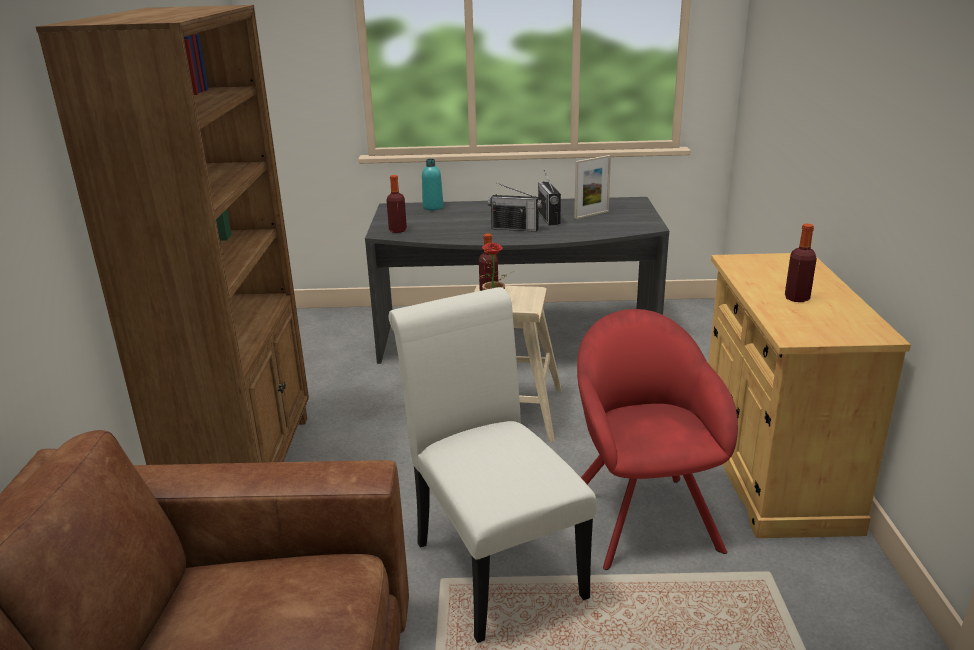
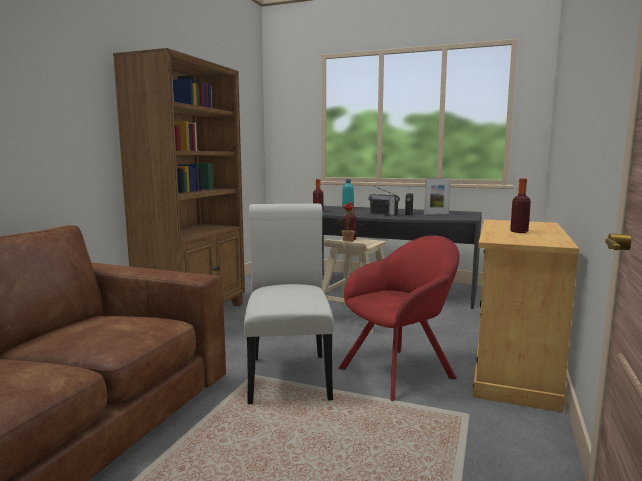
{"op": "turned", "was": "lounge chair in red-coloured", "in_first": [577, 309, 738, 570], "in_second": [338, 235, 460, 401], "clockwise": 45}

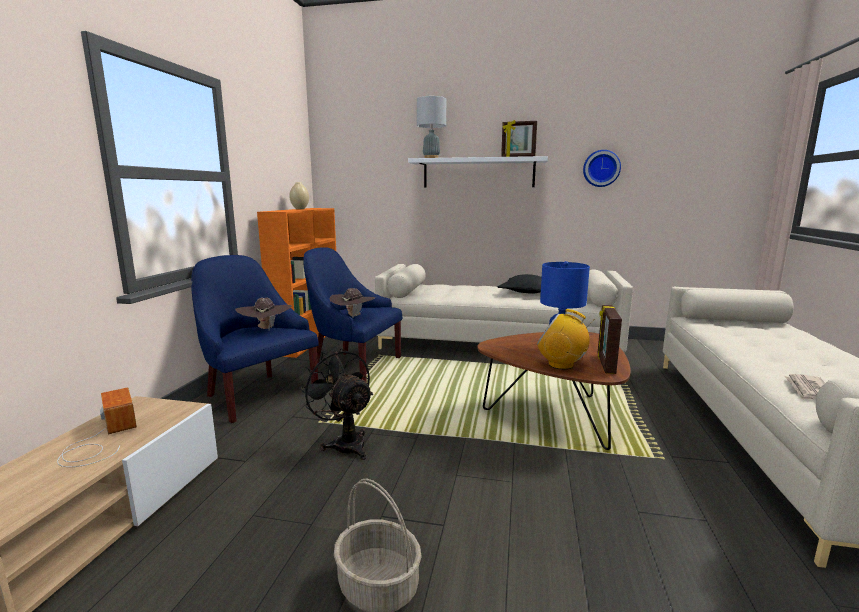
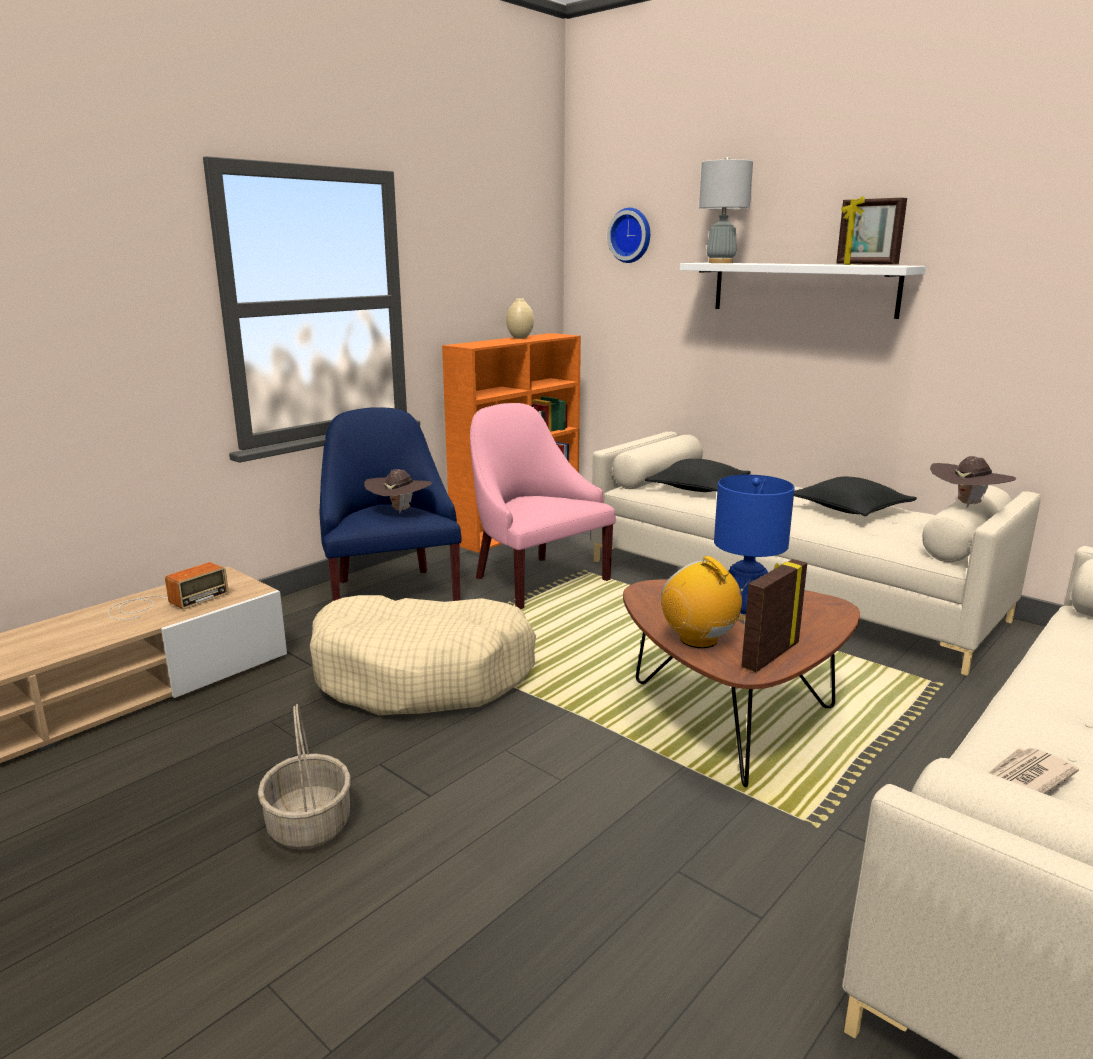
{"op": "turned", "was": "radio receiver", "in_first": [57, 387, 137, 467], "in_second": [108, 562, 229, 620], "clockwise": 45}
{"op": "replaced", "was": "electric fan in black-coloured", "now": "pet bed in beige", "in_first": [299, 348, 373, 460], "in_second": [310, 595, 536, 715]}
{"op": "recoloured", "was": "lounge chair in bluish", "now": "lounge chair in pinkish", "in_first": [303, 247, 402, 382], "in_second": [470, 403, 616, 609]}
{"op": "moved", "was": "hanging clock", "in_first": [583, 150, 621, 187], "in_second": [607, 208, 650, 263]}
{"op": "added", "now": "pillow in black-coloured", "in_second": [645, 459, 751, 492]}
{"op": "moved", "was": "clothing hat in brown-coloured", "in_first": [329, 288, 375, 318], "in_second": [930, 456, 1016, 508]}

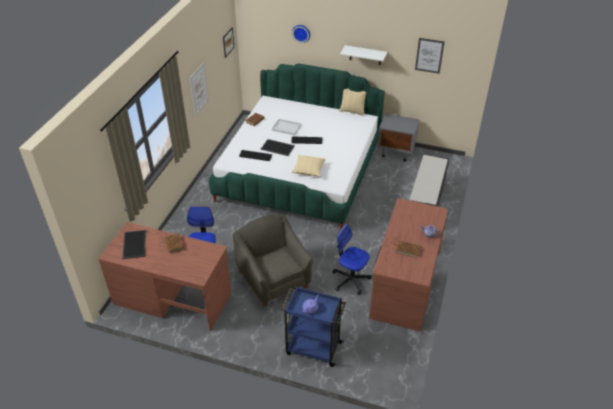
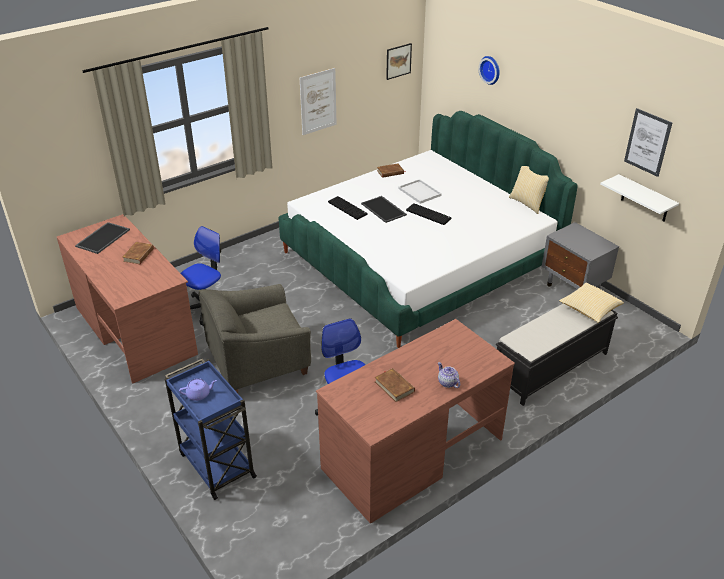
{"op": "turned", "was": "lounge chair in gray", "in_first": [233, 214, 313, 306], "in_second": [199, 284, 311, 393], "clockwise": -120}
{"op": "moved", "was": "pillow", "in_first": [292, 155, 326, 177], "in_second": [559, 283, 624, 323]}
{"op": "moved", "was": "wall shelf in white", "in_first": [340, 45, 387, 65], "in_second": [600, 174, 679, 221]}

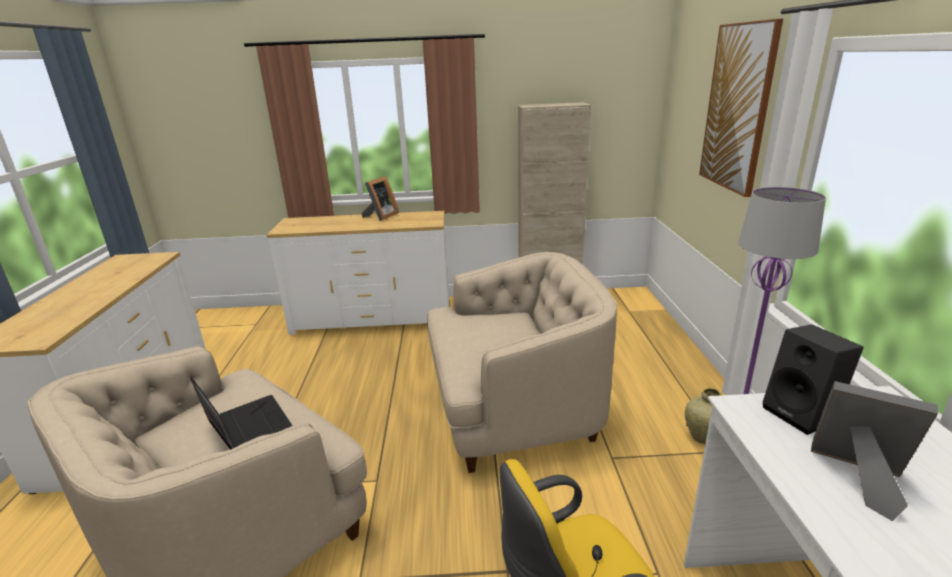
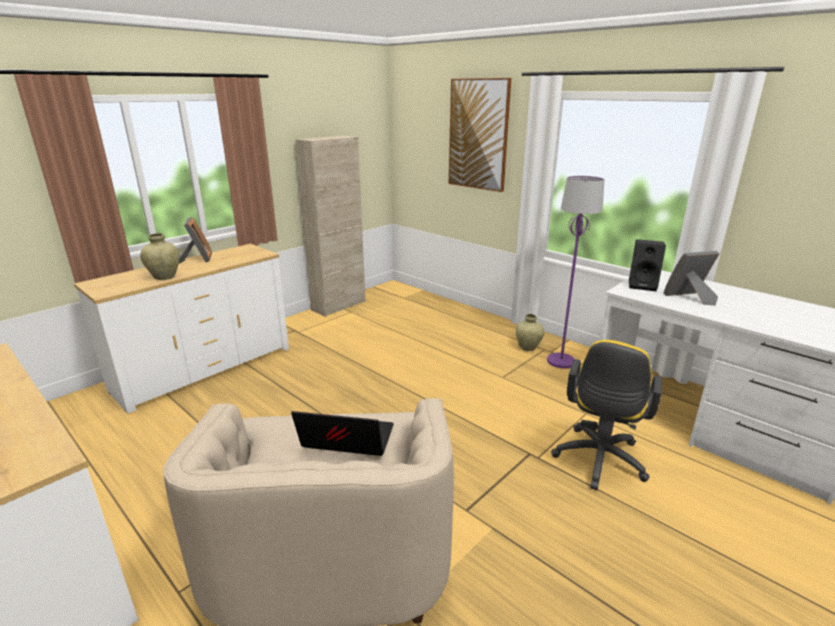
{"op": "added", "now": "vase in beige", "in_second": [140, 233, 180, 280]}
{"op": "removed", "was": "lounge chair in beige", "in_first": [427, 252, 617, 473]}

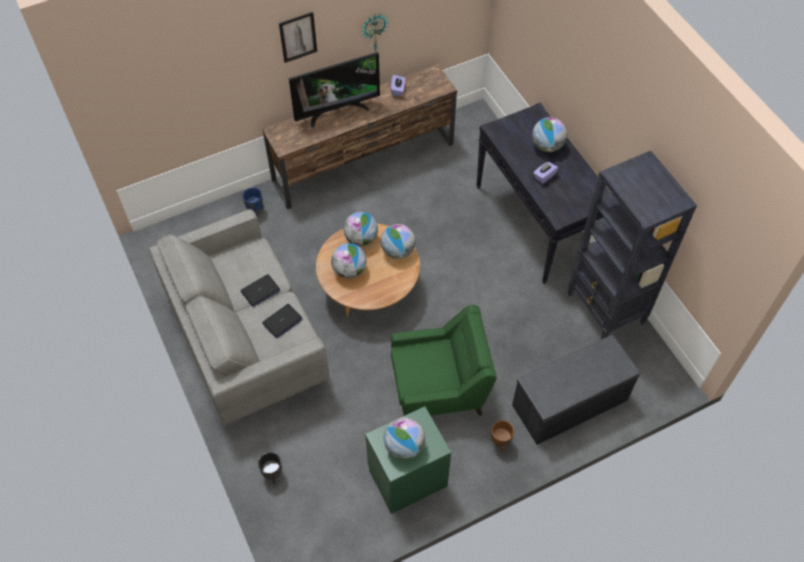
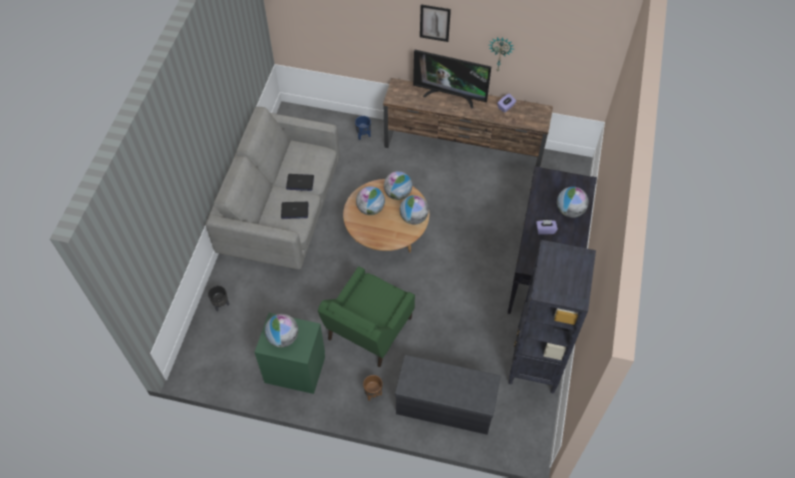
{"op": "turned", "was": "lounge chair in greenish", "in_first": [391, 305, 497, 416], "in_second": [318, 266, 415, 367], "clockwise": 90}

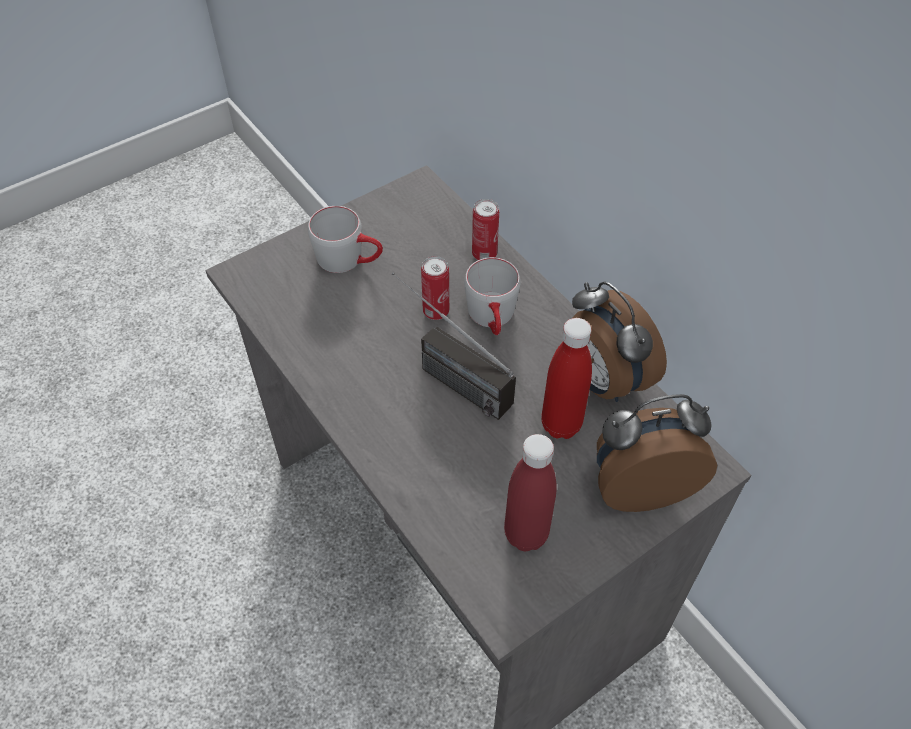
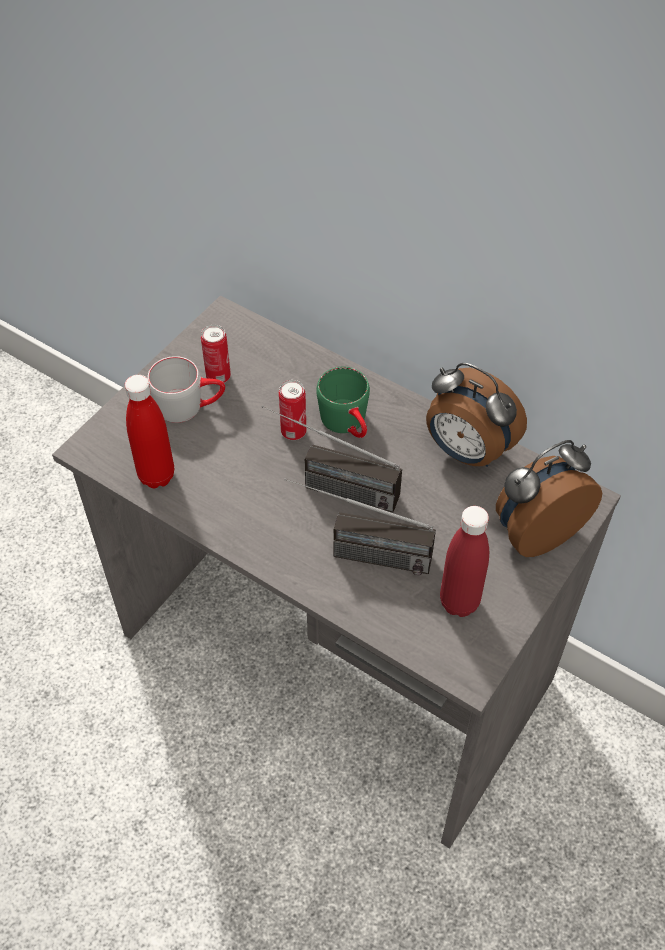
{"op": "moved", "was": "bottle in red-coloured", "in_first": [541, 318, 592, 439], "in_second": [125, 375, 174, 488]}
{"op": "moved", "was": "metal can", "in_first": [472, 199, 499, 260], "in_second": [201, 325, 231, 383]}
{"op": "added", "now": "radio receiver", "in_second": [284, 478, 436, 575]}
{"op": "recoloured", "was": "coffee mug in gray", "now": "coffee mug in greenish", "in_first": [464, 257, 521, 335], "in_second": [316, 367, 370, 438]}

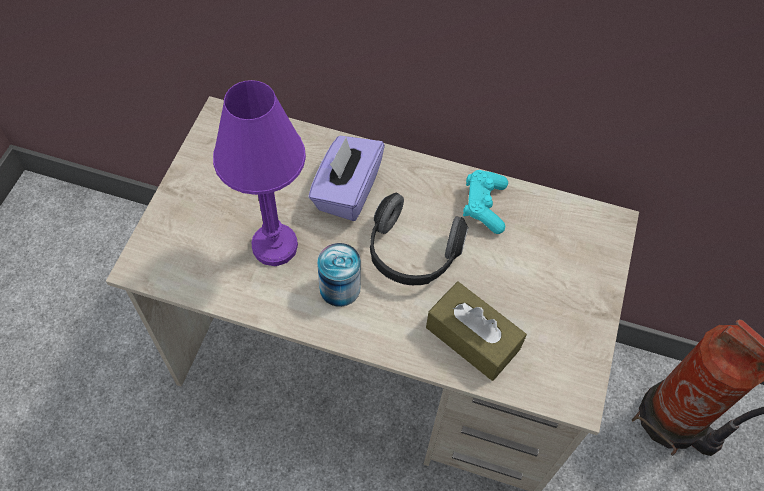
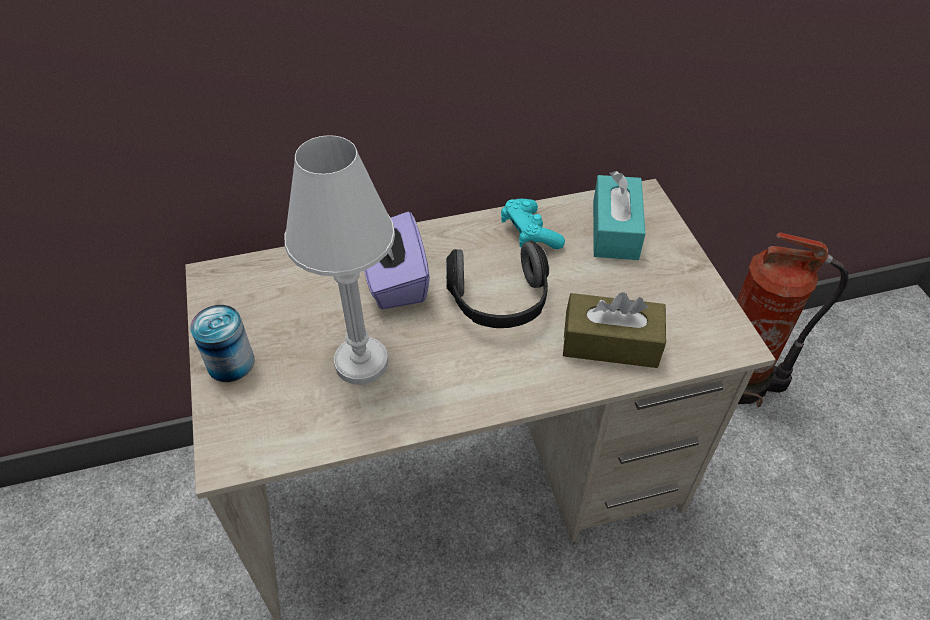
{"op": "moved", "was": "metal can", "in_first": [317, 243, 361, 307], "in_second": [190, 305, 255, 382]}
{"op": "recoloured", "was": "table lamp in purple", "now": "table lamp in white", "in_first": [213, 80, 306, 266], "in_second": [284, 135, 395, 385]}
{"op": "added", "now": "tissue holder in turquoise", "in_second": [593, 171, 645, 260]}

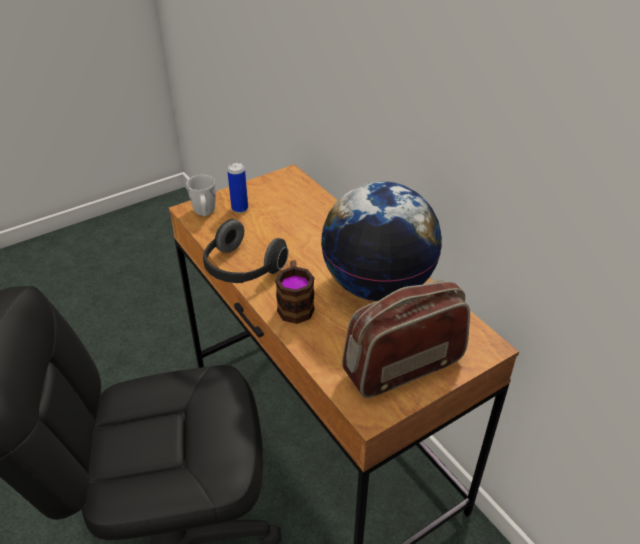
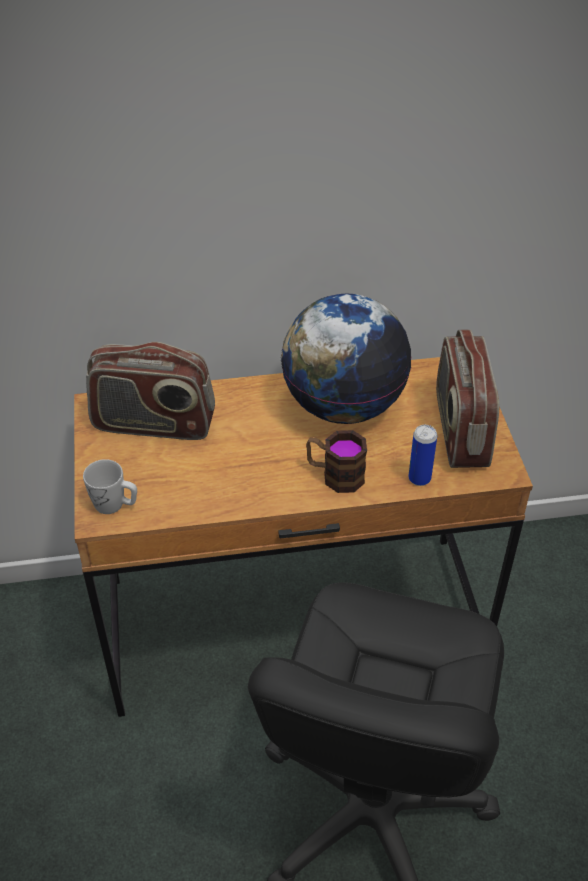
{"op": "added", "now": "radio receiver", "in_second": [86, 342, 215, 440]}
{"op": "moved", "was": "metal can", "in_first": [227, 163, 248, 213], "in_second": [408, 425, 437, 486]}
{"op": "removed", "was": "headphones", "in_first": [203, 219, 288, 283]}

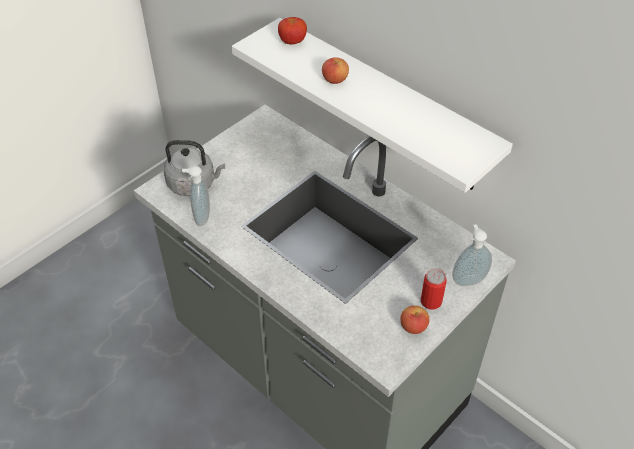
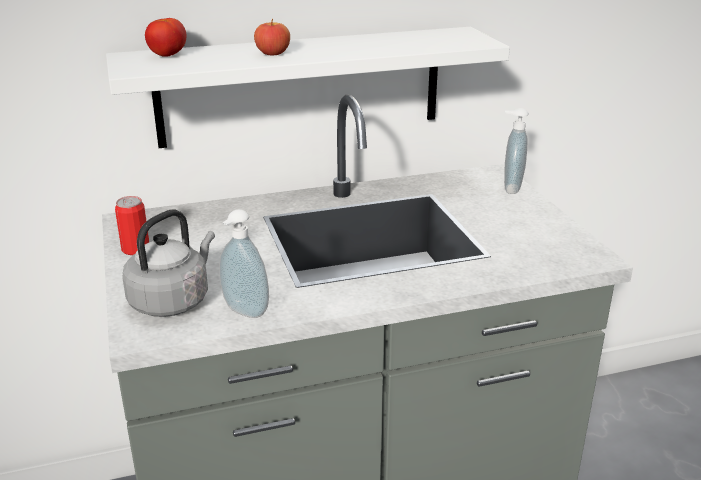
{"op": "moved", "was": "metal can", "in_first": [421, 269, 447, 309], "in_second": [115, 196, 149, 255]}
{"op": "removed", "was": "apple", "in_first": [400, 306, 430, 334]}

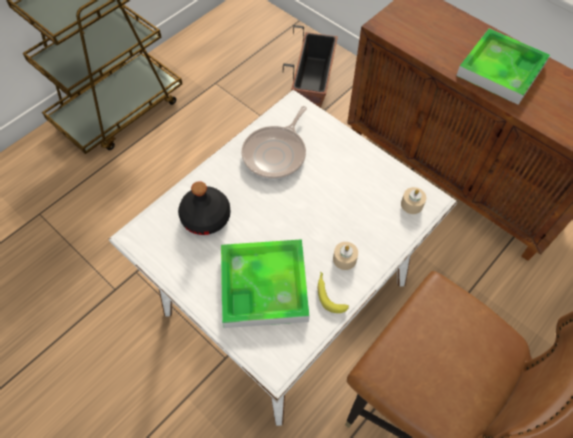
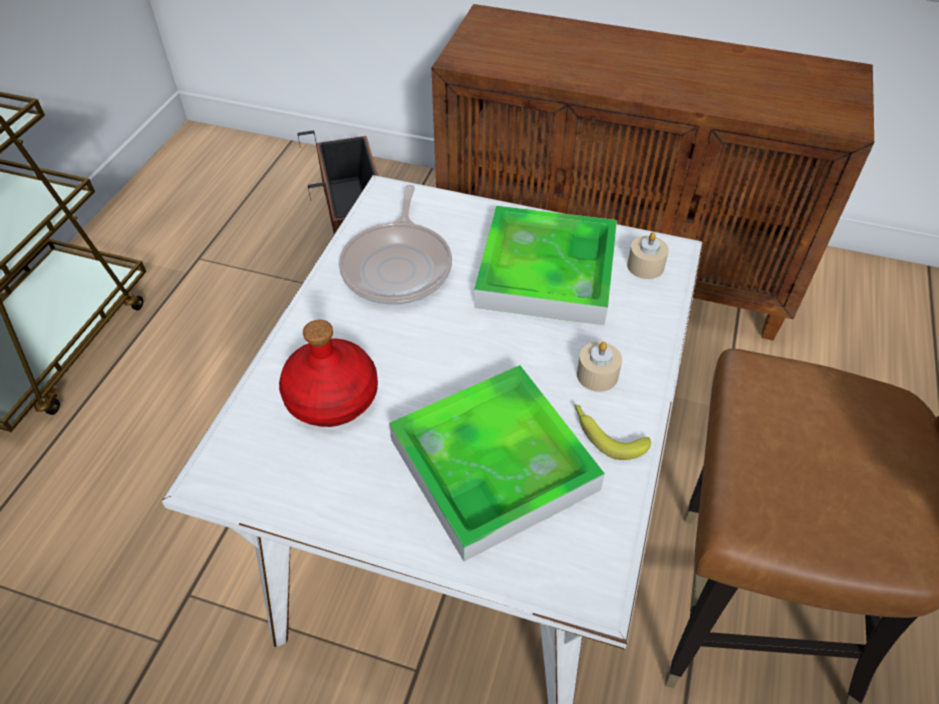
{"op": "recoloured", "was": "bottle in black-coloured", "now": "bottle in red-coloured", "in_first": [178, 181, 231, 235], "in_second": [279, 320, 378, 427]}
{"op": "moved", "was": "serving tray", "in_first": [456, 28, 550, 105], "in_second": [474, 206, 617, 325]}

